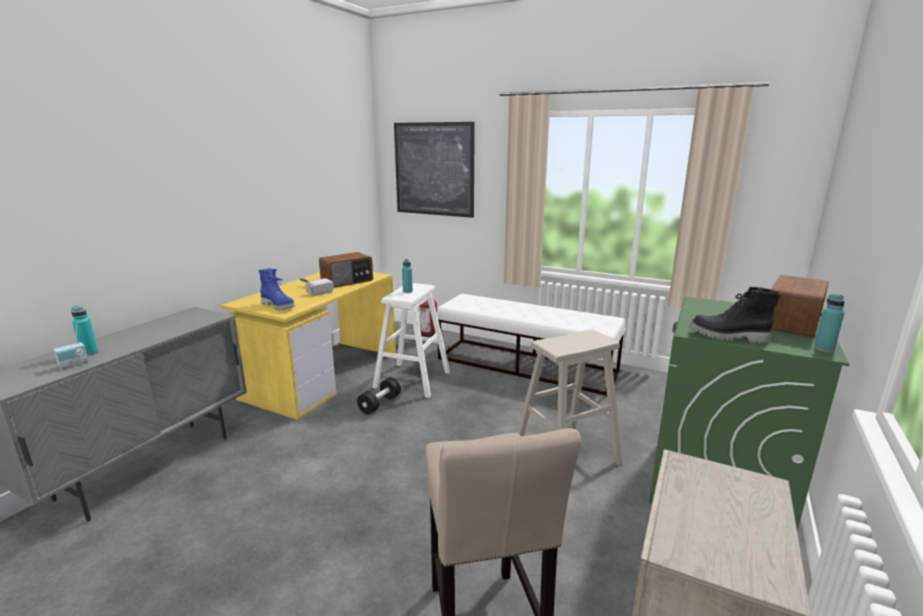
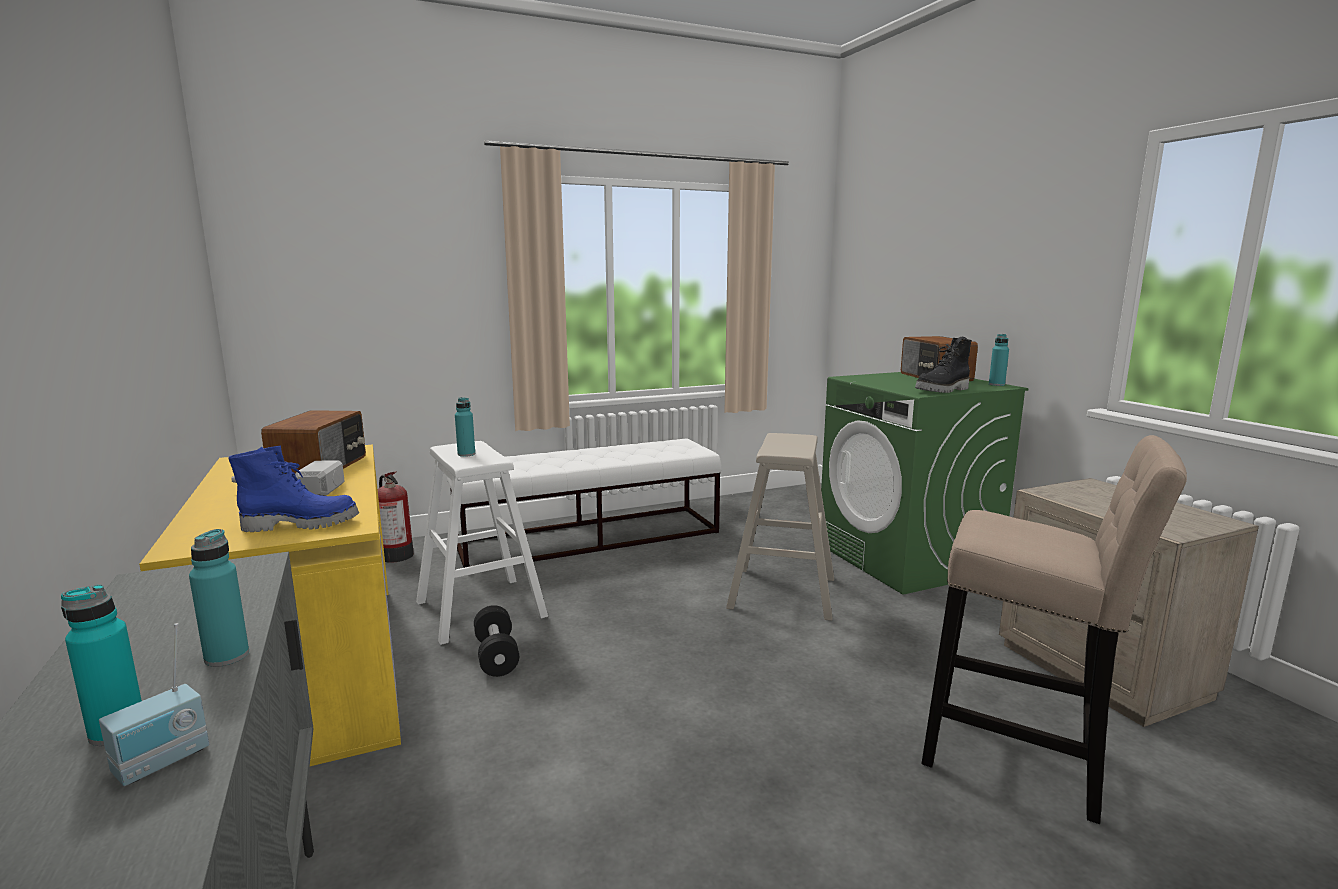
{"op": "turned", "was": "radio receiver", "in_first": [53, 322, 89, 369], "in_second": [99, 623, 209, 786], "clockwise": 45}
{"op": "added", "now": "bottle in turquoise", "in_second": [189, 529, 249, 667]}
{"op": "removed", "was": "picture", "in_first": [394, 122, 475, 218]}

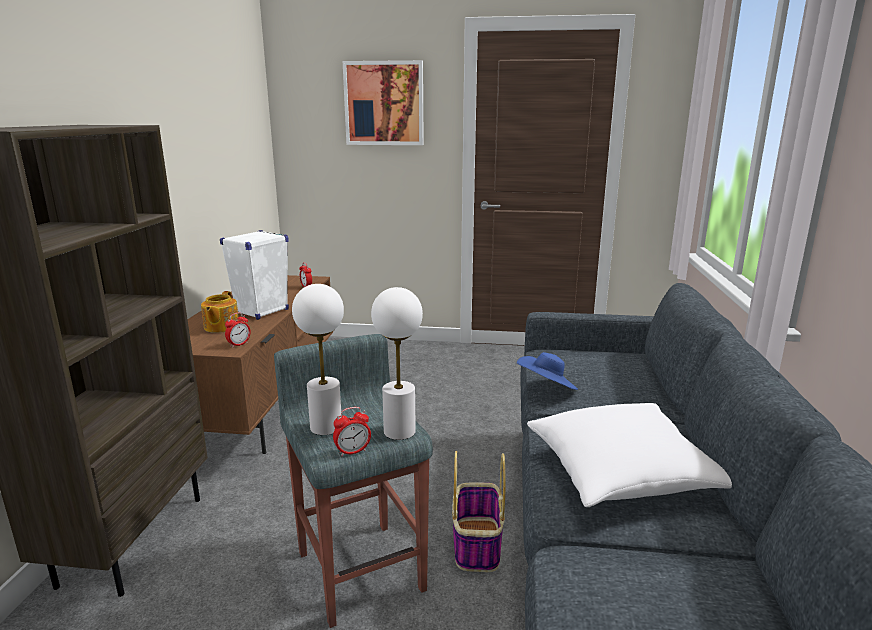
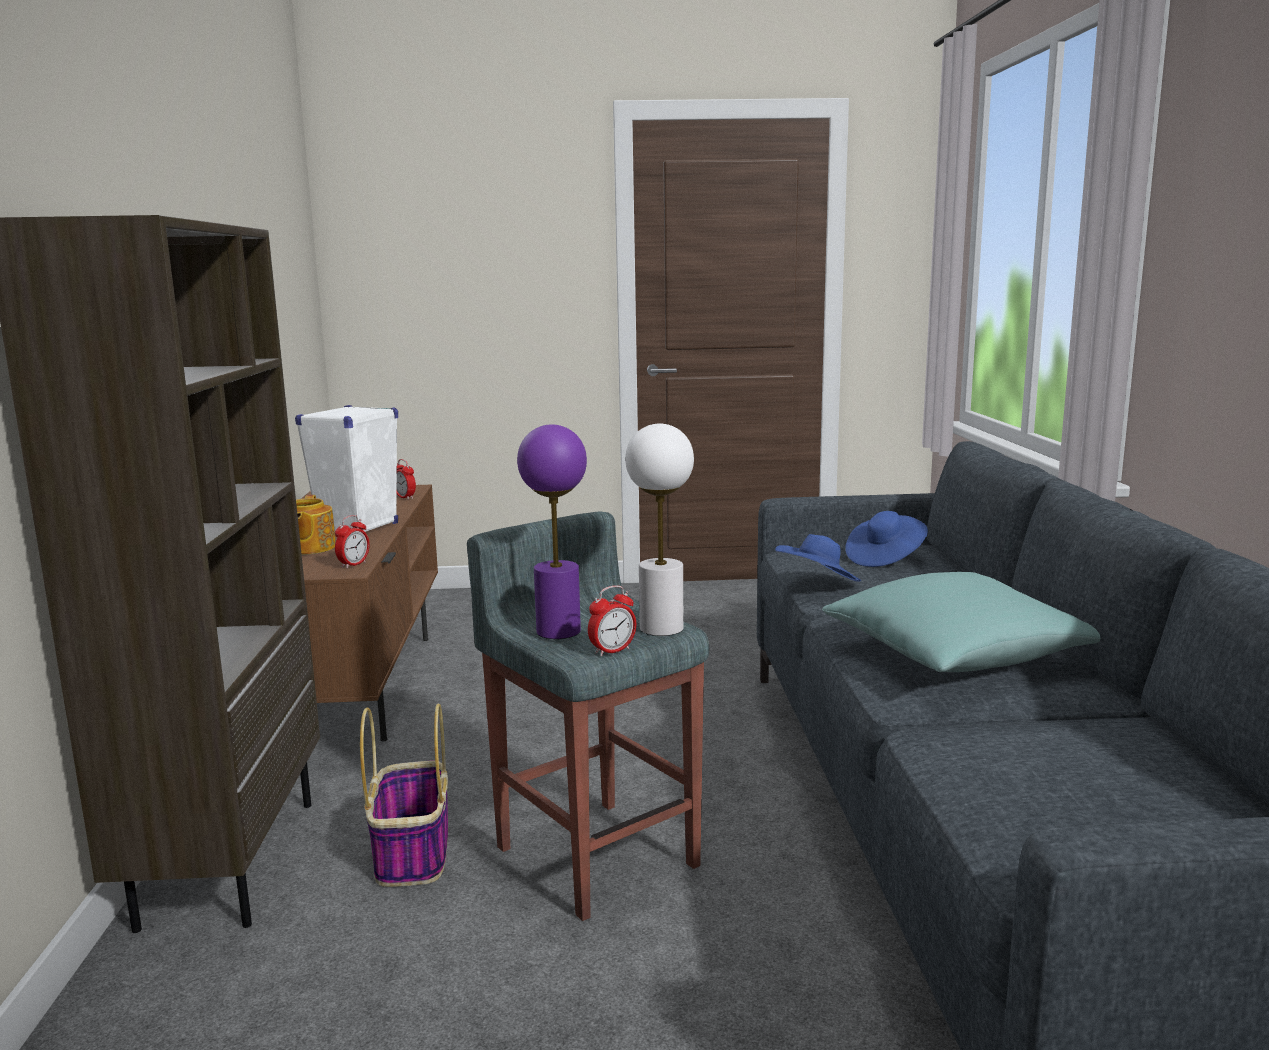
{"op": "moved", "was": "basket", "in_first": [452, 451, 506, 572], "in_second": [360, 704, 448, 887]}
{"op": "recoloured", "was": "table lamp in white", "now": "table lamp in purple", "in_first": [292, 284, 344, 435], "in_second": [517, 424, 587, 639]}
{"op": "recoloured", "was": "pillow in white", "now": "pillow in turquoise", "in_first": [527, 403, 732, 507], "in_second": [822, 572, 1100, 672]}
{"op": "added", "now": "clothing hat in bluish", "in_second": [845, 511, 928, 567]}
{"op": "removed", "was": "picture", "in_first": [343, 60, 424, 145]}

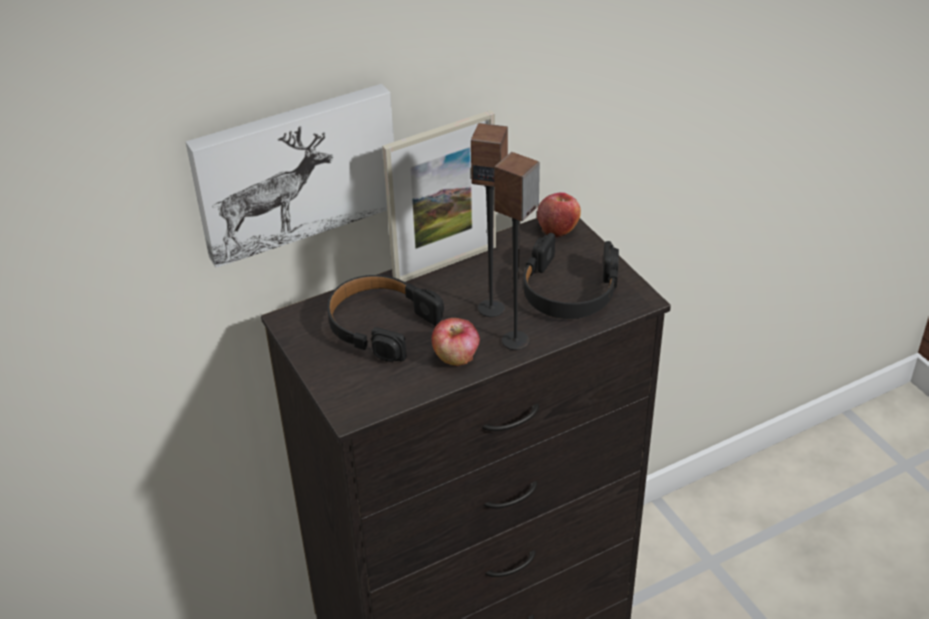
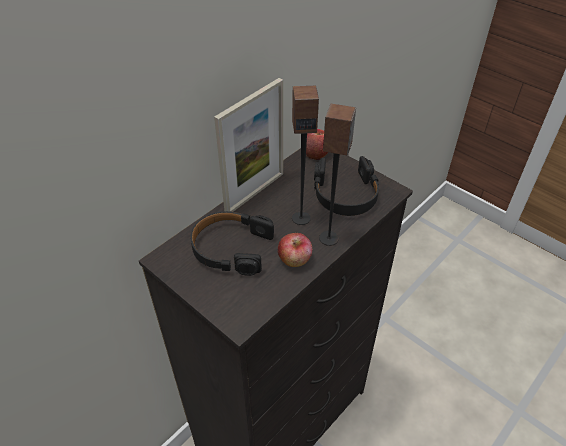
{"op": "removed", "was": "picture", "in_first": [186, 84, 394, 268]}

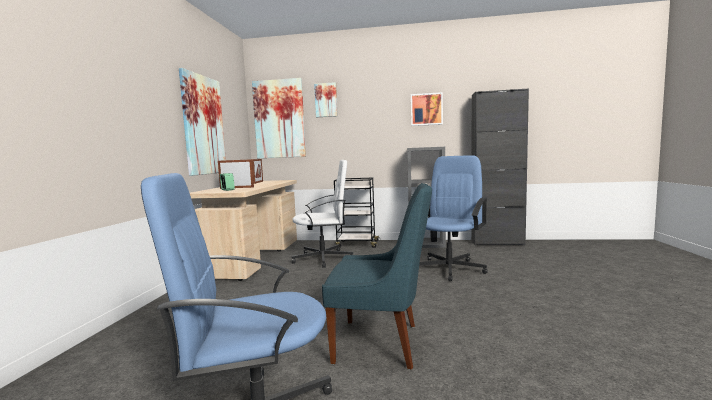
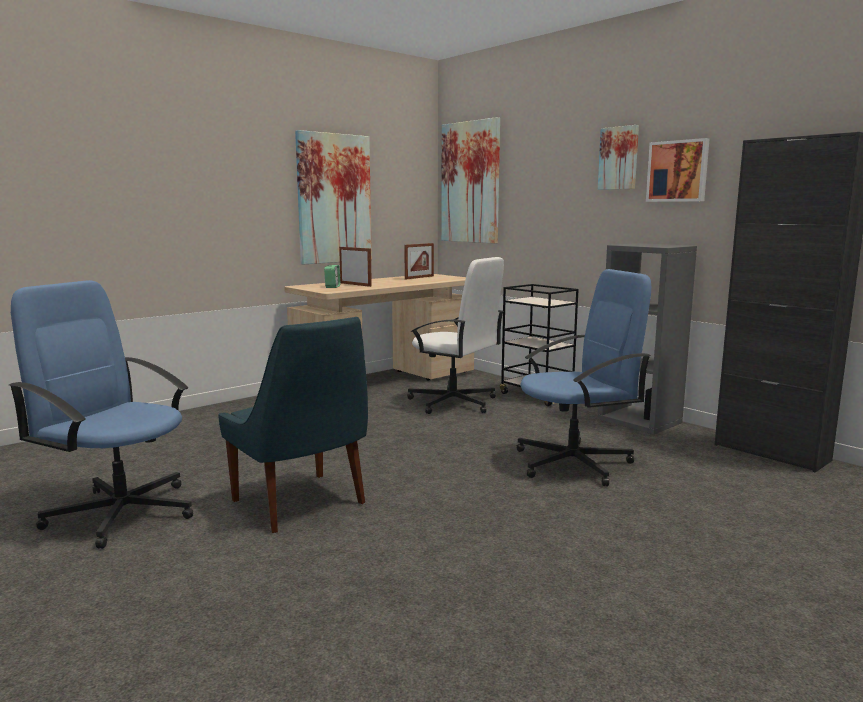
{"op": "moved", "was": "picture", "in_first": [314, 82, 338, 117], "in_second": [598, 125, 639, 190]}

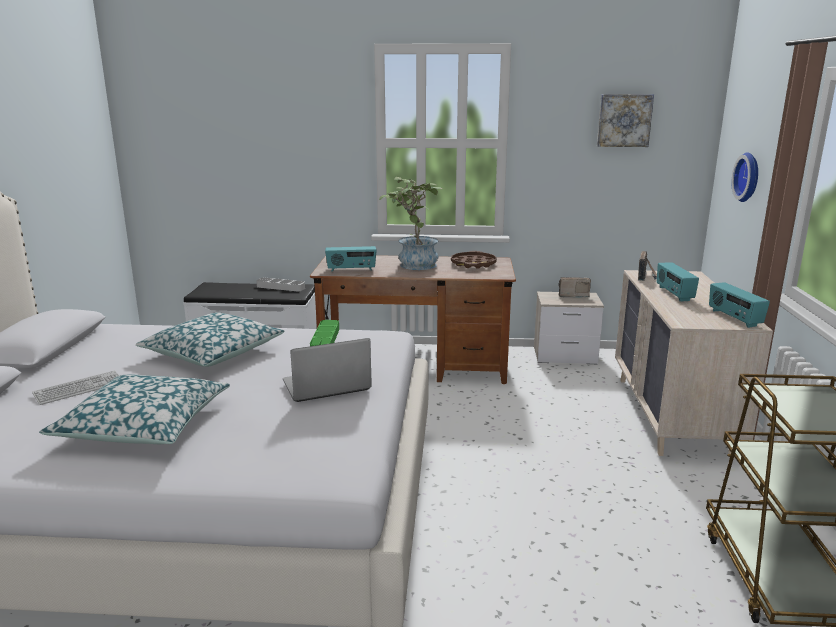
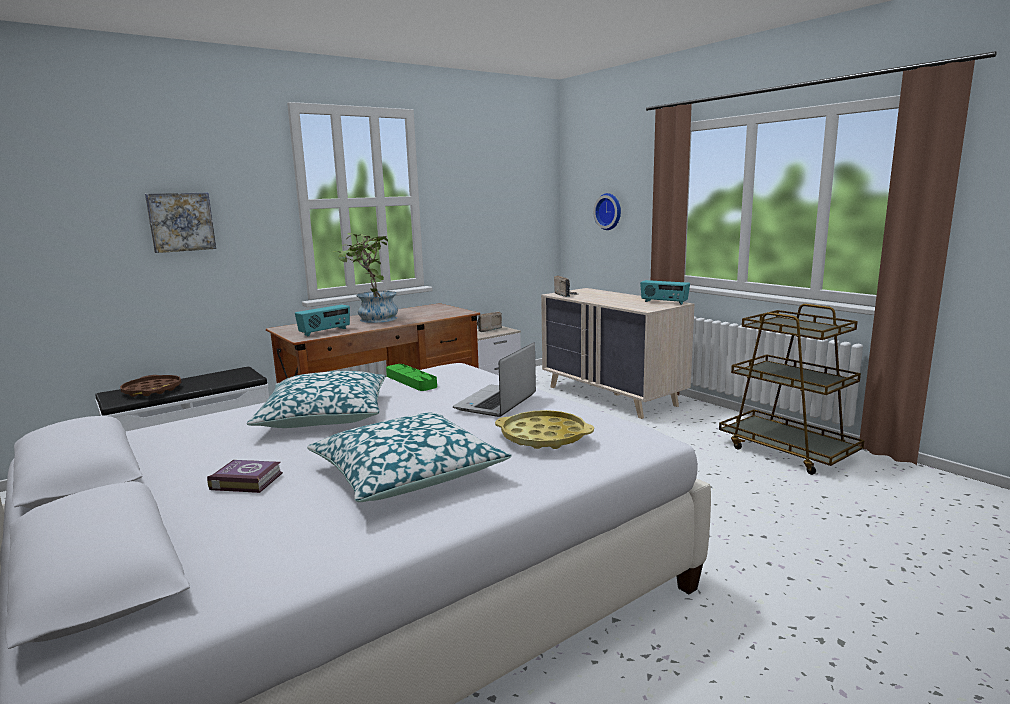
{"op": "moved", "was": "serving tray in brown-coloured", "in_first": [451, 251, 497, 269], "in_second": [120, 375, 181, 397]}
{"op": "moved", "was": "picture", "in_first": [597, 94, 654, 147], "in_second": [145, 193, 216, 253]}
{"op": "replaced", "was": "PC keyboard", "now": "book", "in_first": [32, 370, 119, 405], "in_second": [207, 460, 283, 493]}
{"op": "added", "now": "serving tray in yellowish", "in_second": [495, 410, 594, 449]}
{"op": "removed", "was": "serving tray in gray", "in_first": [256, 278, 305, 292]}
{"op": "removed", "was": "radio receiver", "in_first": [657, 262, 699, 302]}

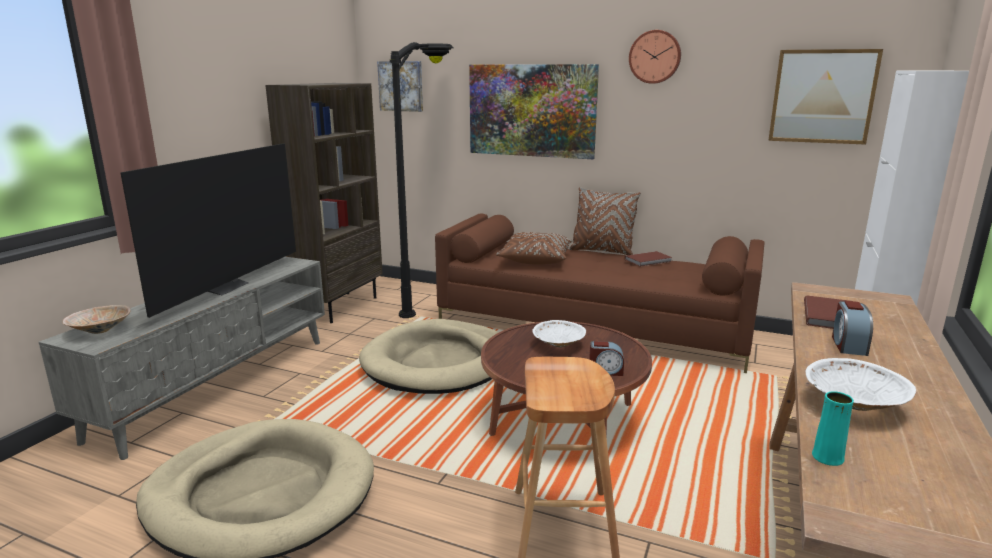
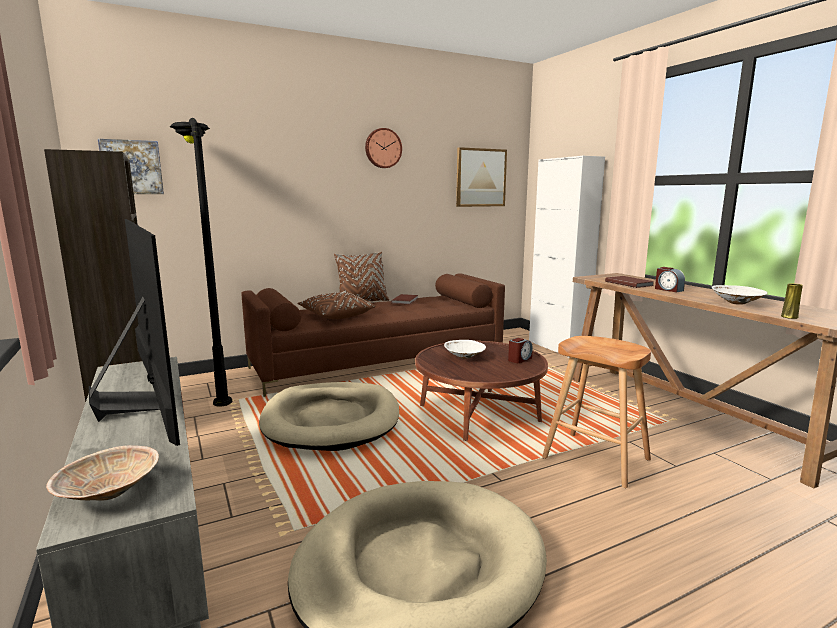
{"op": "recoloured", "was": "vase in turquoise", "now": "vase in yellowish", "in_first": [812, 391, 854, 466], "in_second": [781, 283, 803, 319]}
{"op": "removed", "was": "picture", "in_first": [469, 64, 599, 159]}

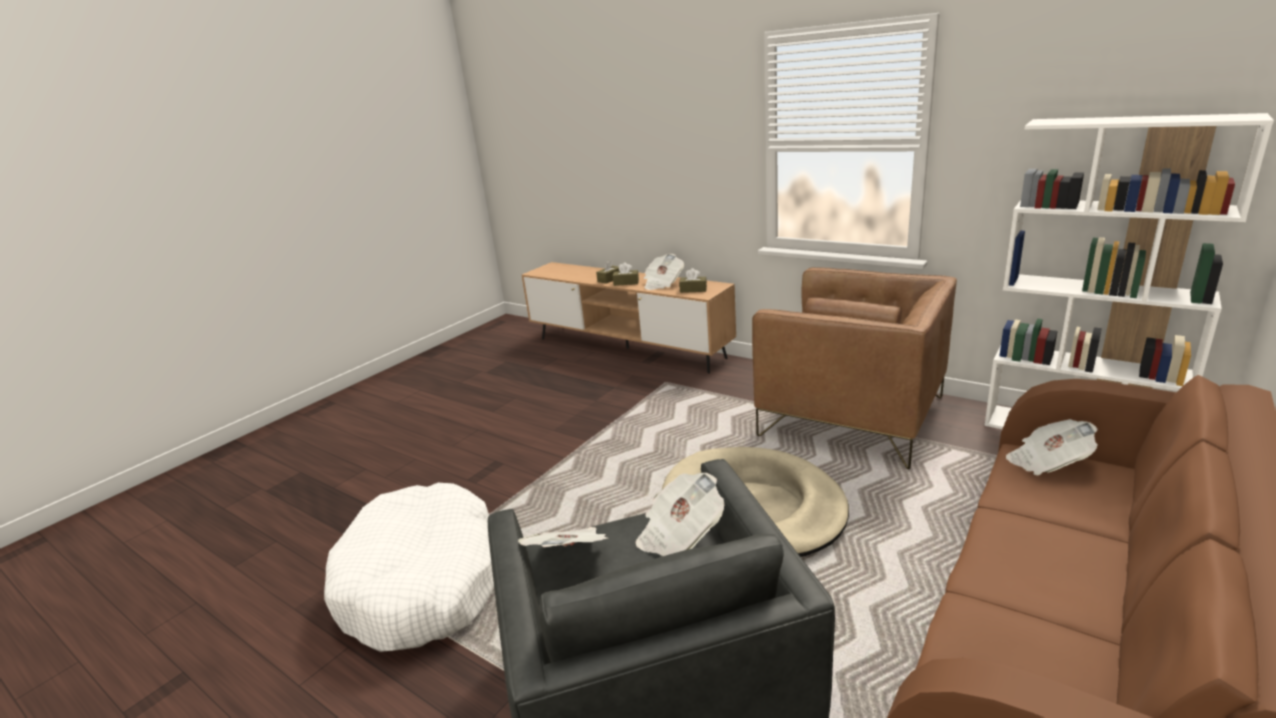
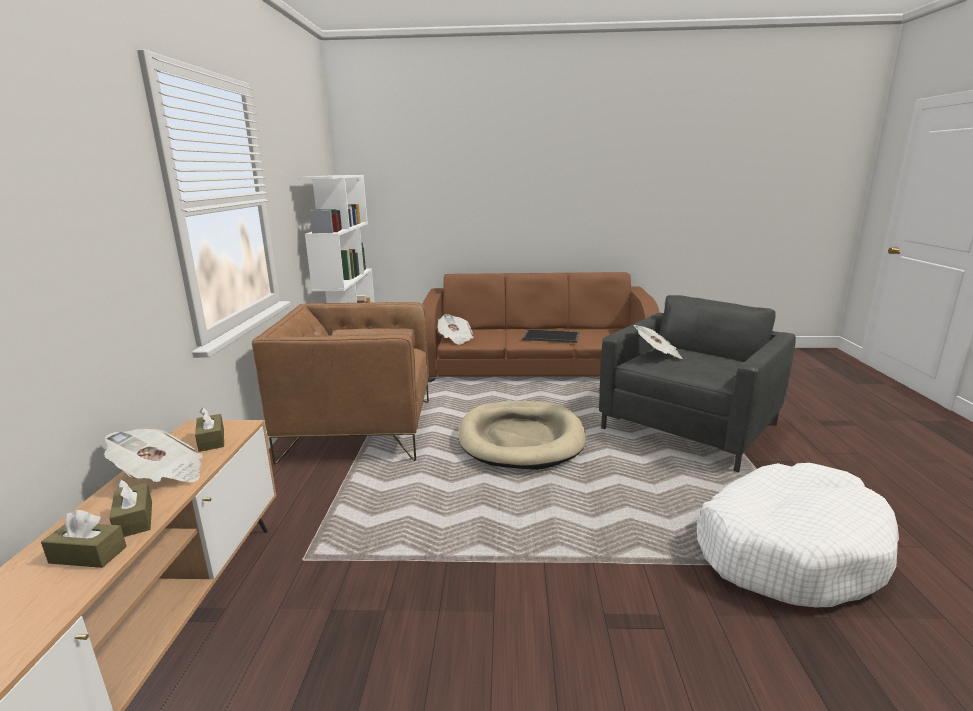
{"op": "turned", "was": "lounge chair in brown-coloured", "in_first": [752, 267, 957, 469], "in_second": [252, 302, 429, 464], "clockwise": -90}
{"op": "added", "now": "serving tray", "in_second": [523, 329, 579, 343]}
{"op": "removed", "was": "newspaper", "in_first": [518, 527, 609, 547]}

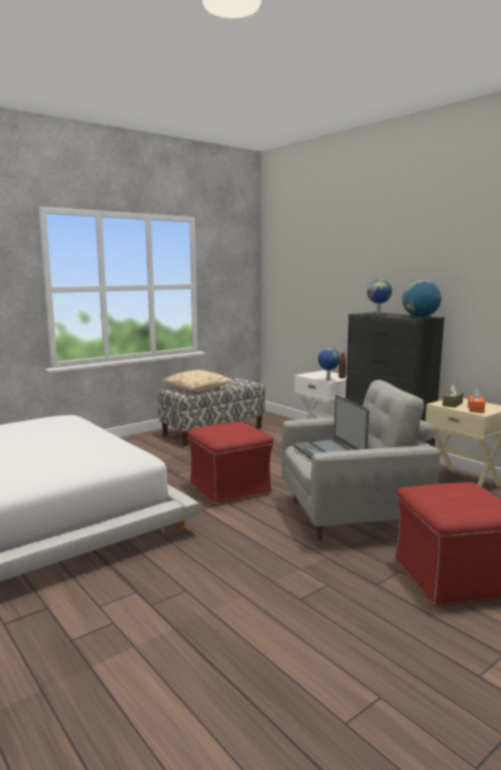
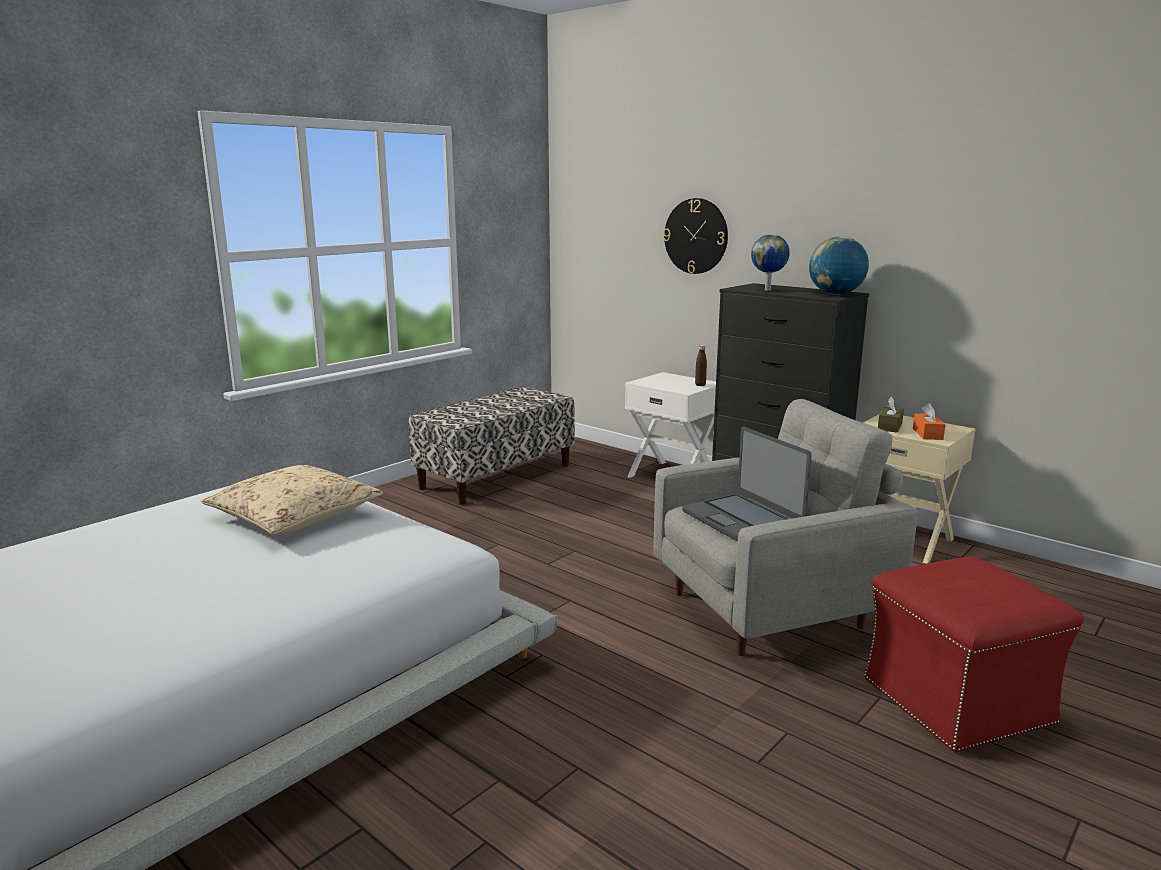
{"op": "moved", "was": "pillow in beige", "in_first": [161, 370, 234, 392], "in_second": [201, 465, 383, 535]}
{"op": "added", "now": "hanging clock", "in_second": [663, 198, 728, 274]}
{"op": "removed", "was": "ottoman in red-coloured", "in_first": [187, 421, 274, 506]}
{"op": "removed", "was": "globe", "in_first": [318, 348, 340, 380]}

